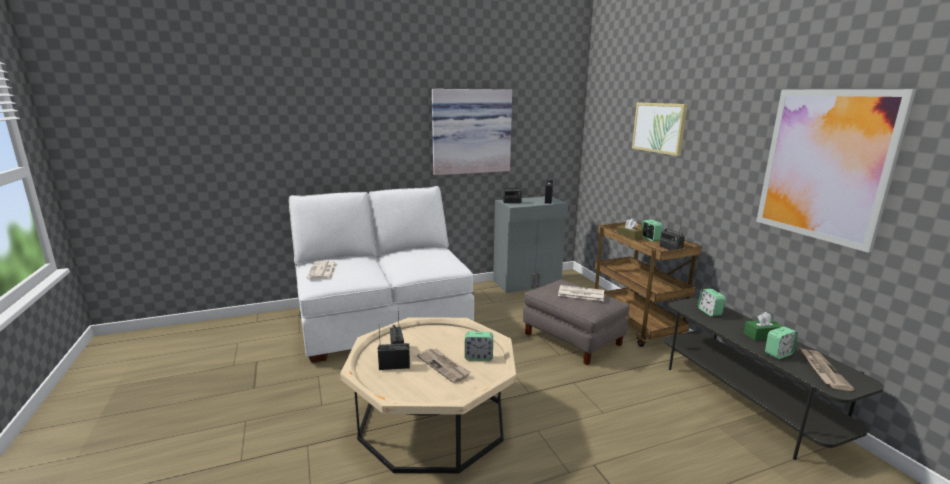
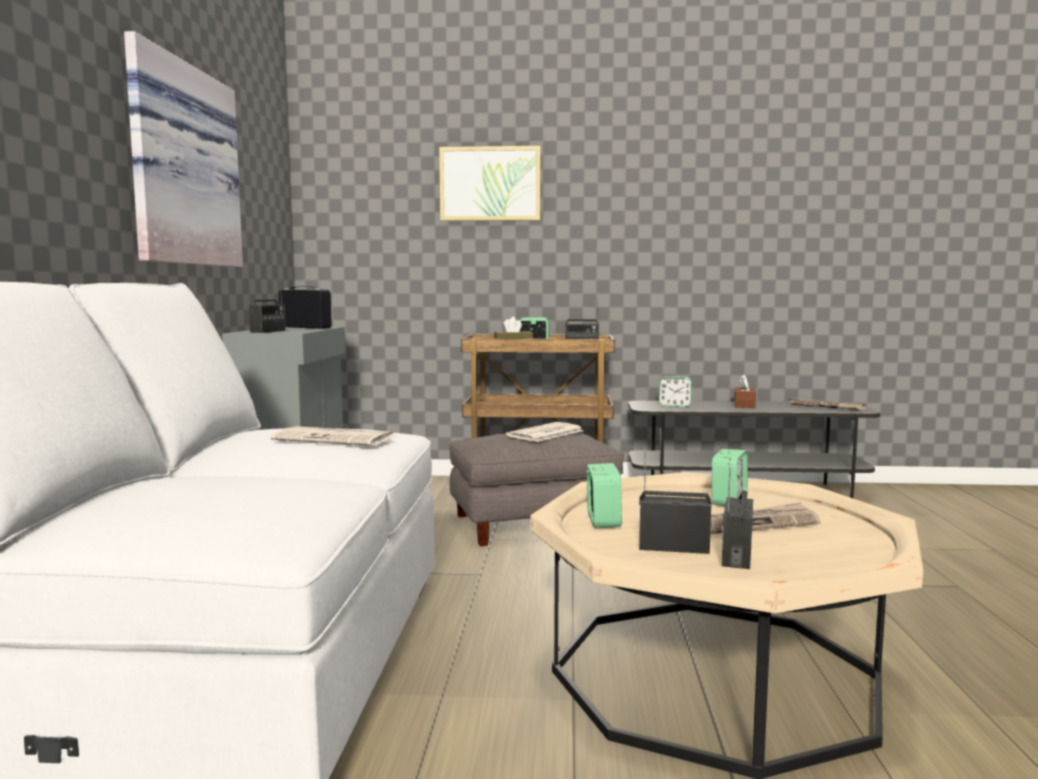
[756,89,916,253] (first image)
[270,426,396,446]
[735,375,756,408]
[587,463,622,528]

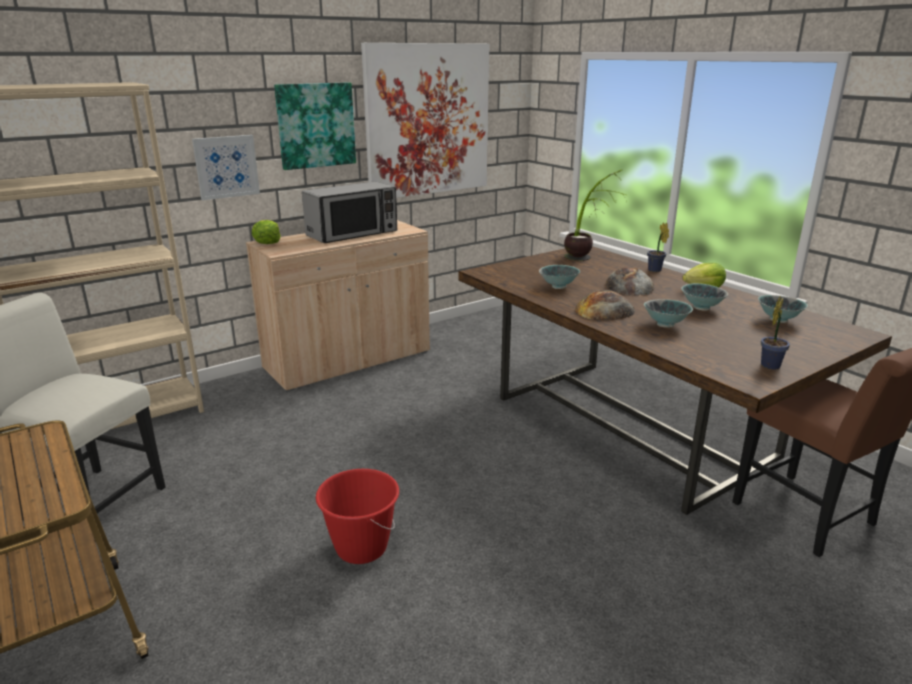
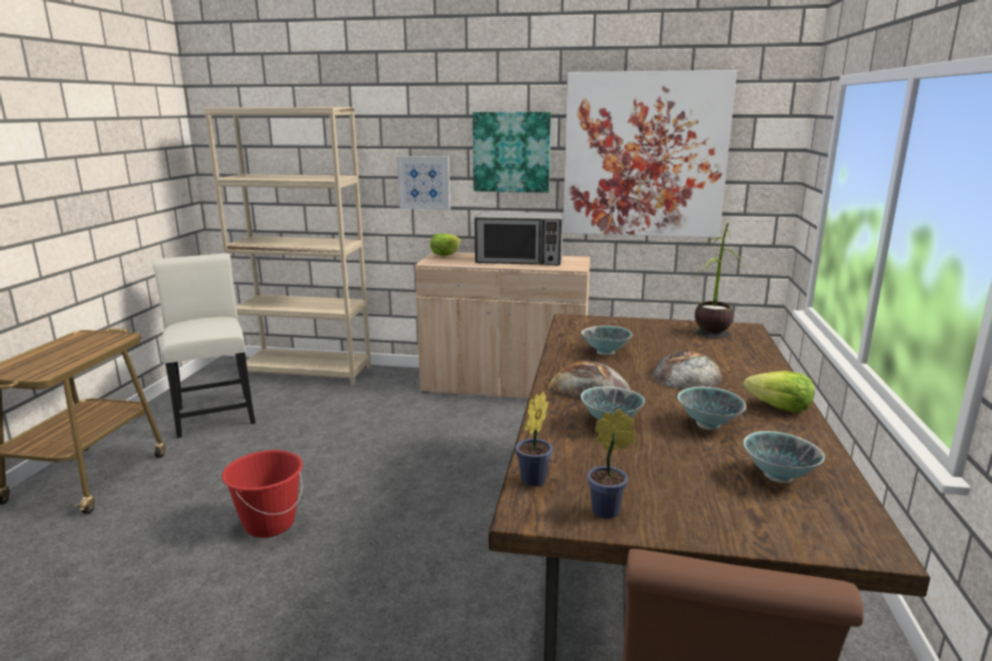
[515,392,553,486]

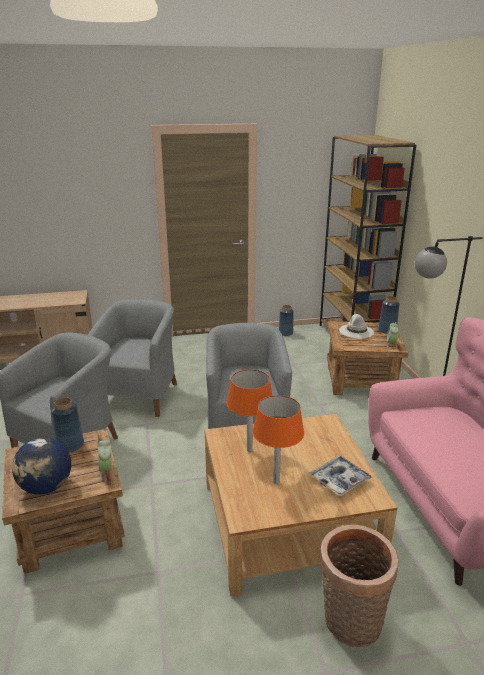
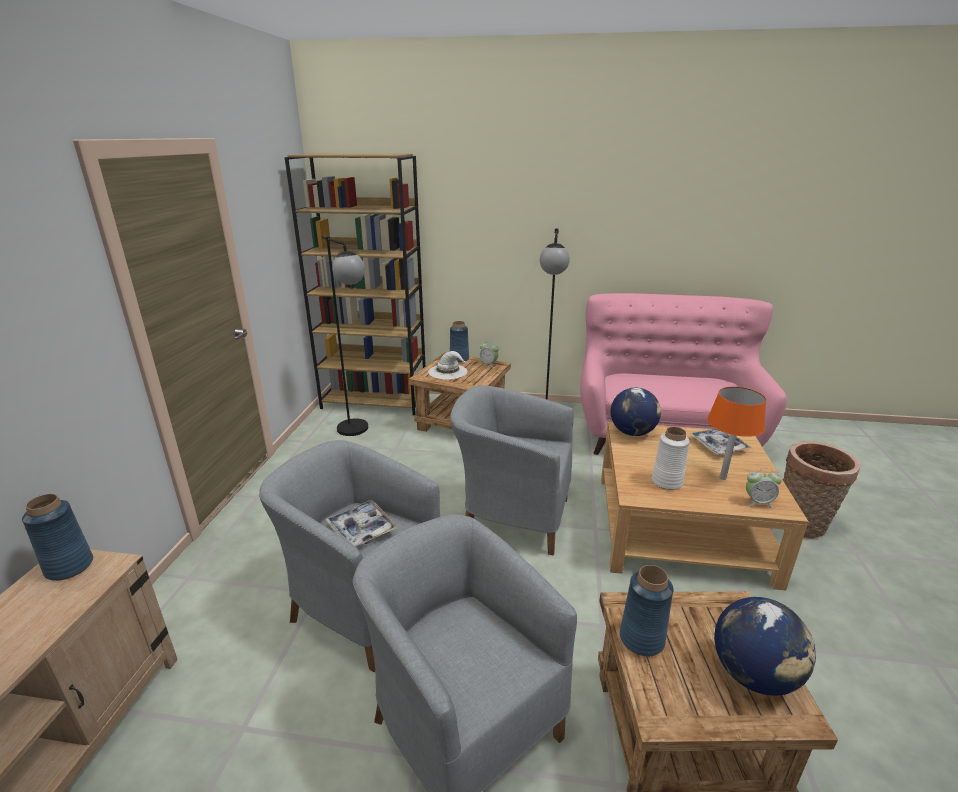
[22,494,93,581]
[652,427,690,490]
[746,468,782,508]
[321,236,368,436]
[611,388,661,436]
[325,500,398,547]

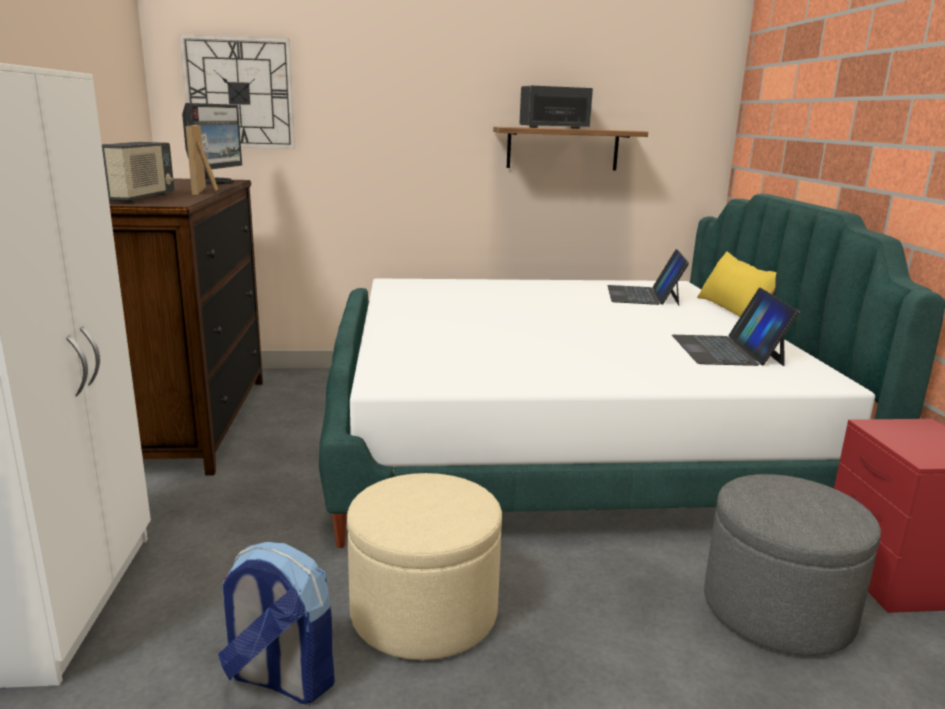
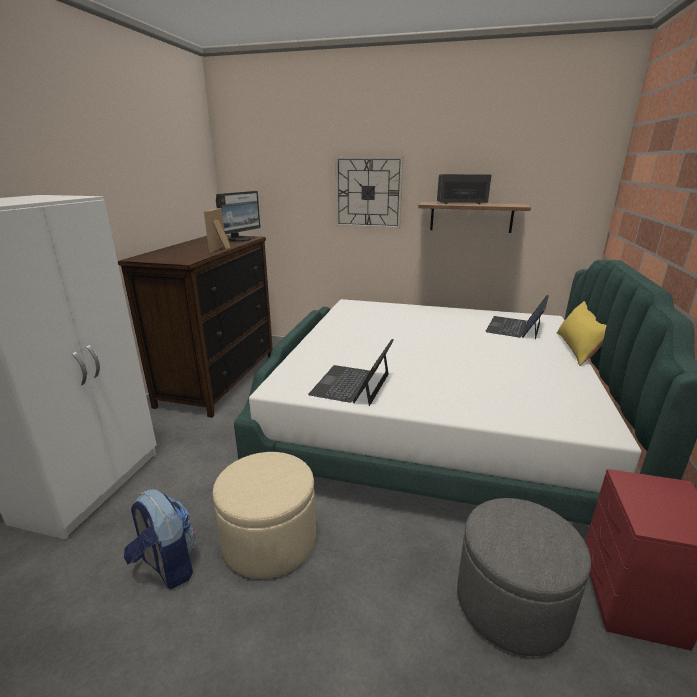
[335,156,403,229]
[102,142,174,202] (first image)
[308,339,394,406]

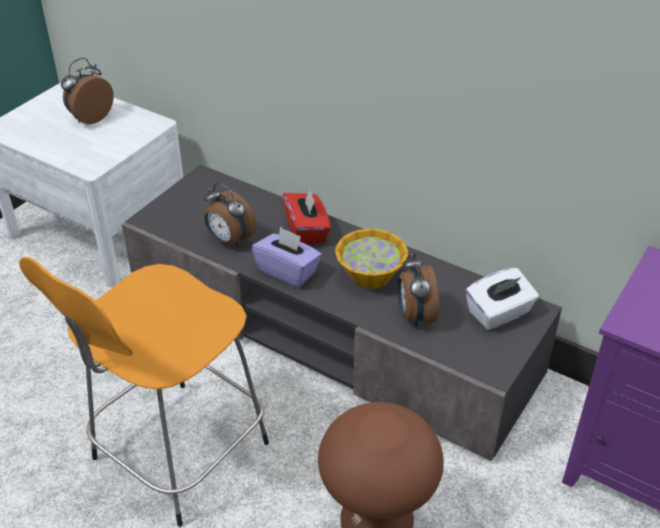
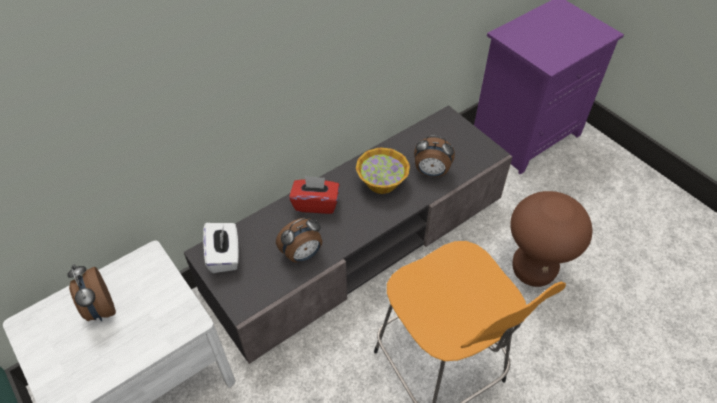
[252,227,322,287] (first image)
[203,223,239,273]

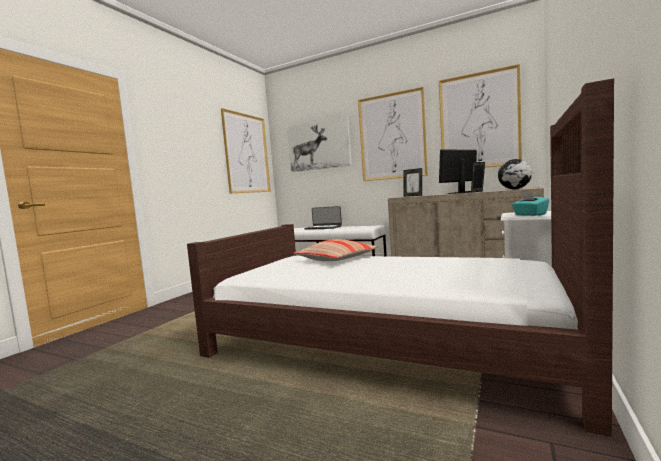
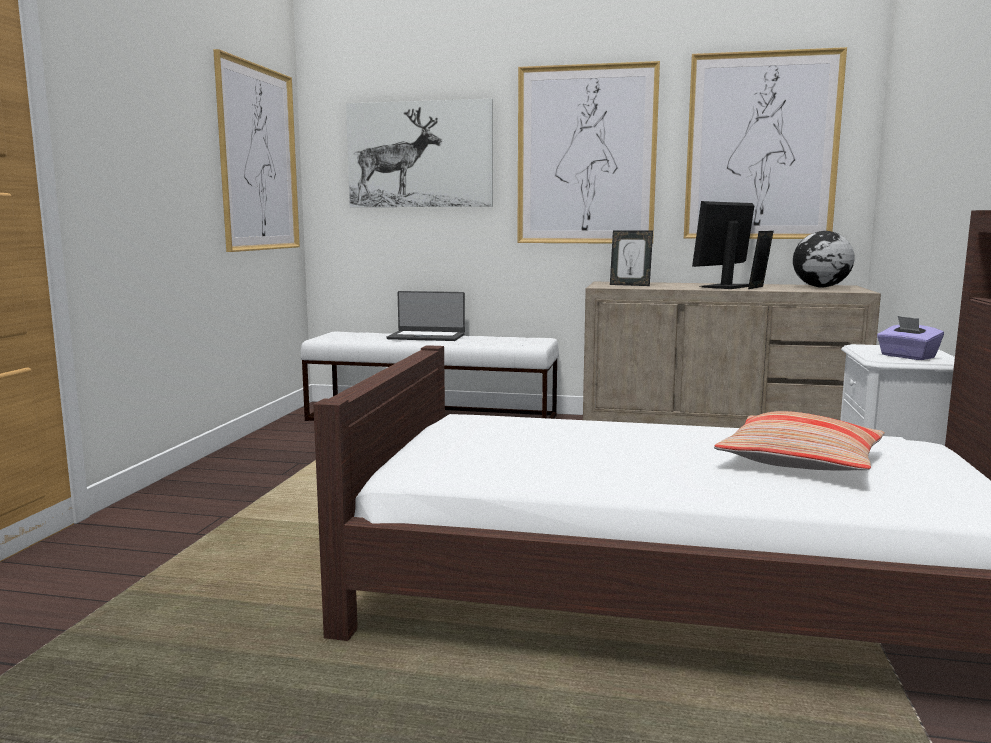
[877,316,944,360]
[714,411,885,471]

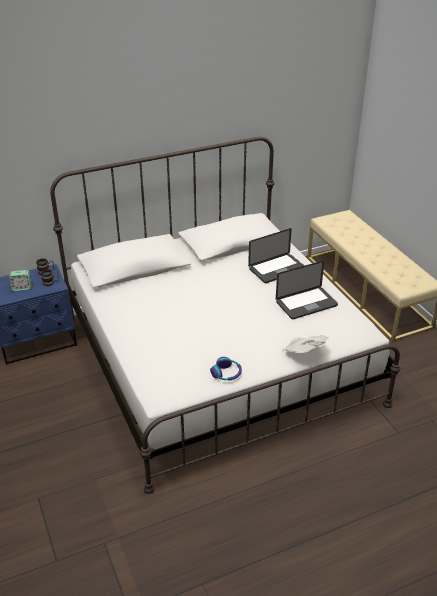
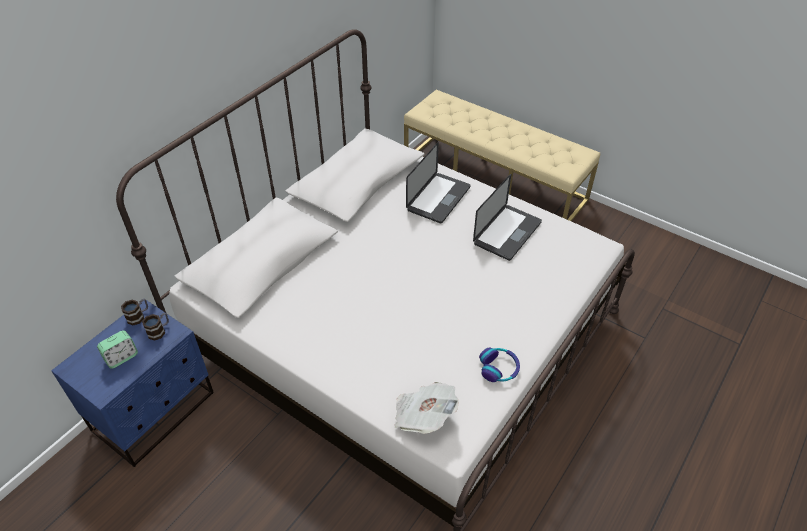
[394,382,459,434]

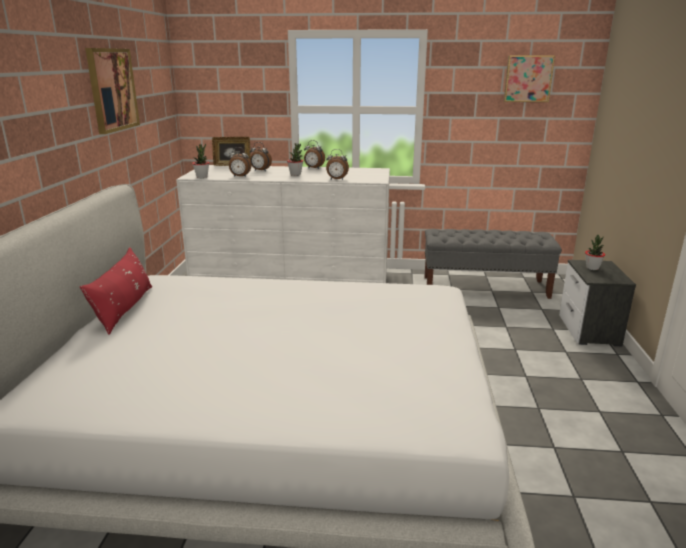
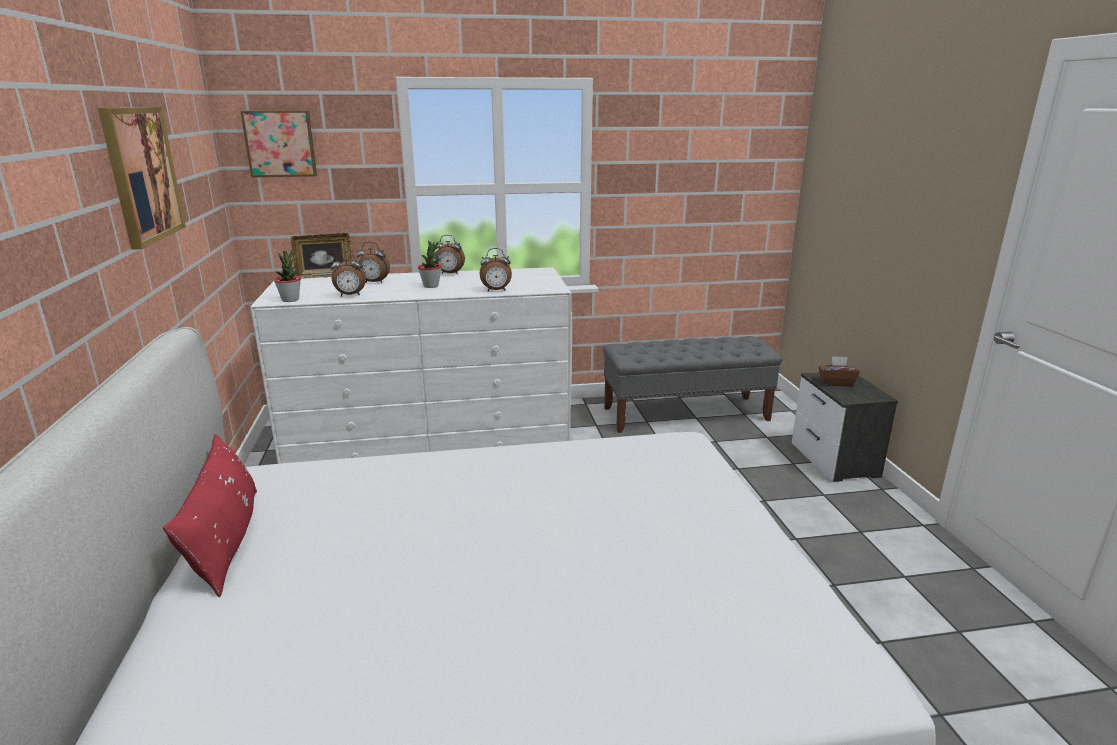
[240,110,317,177]
[819,356,860,387]

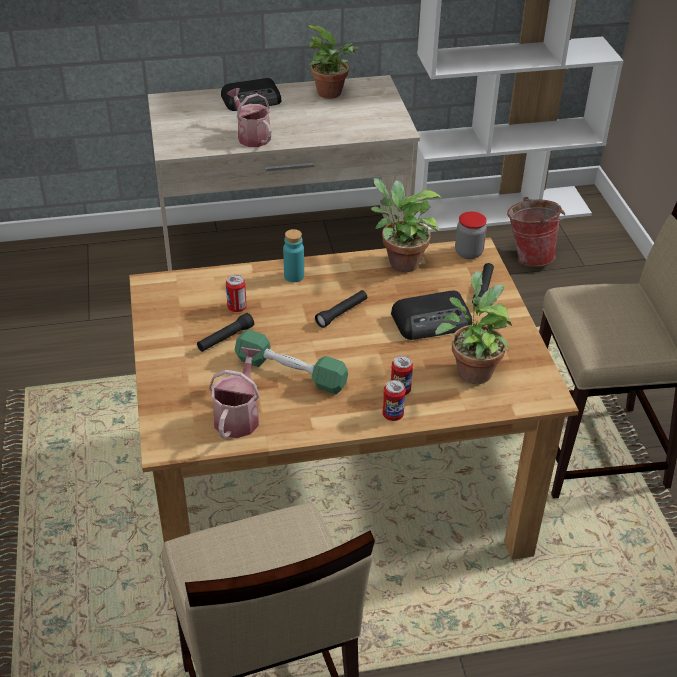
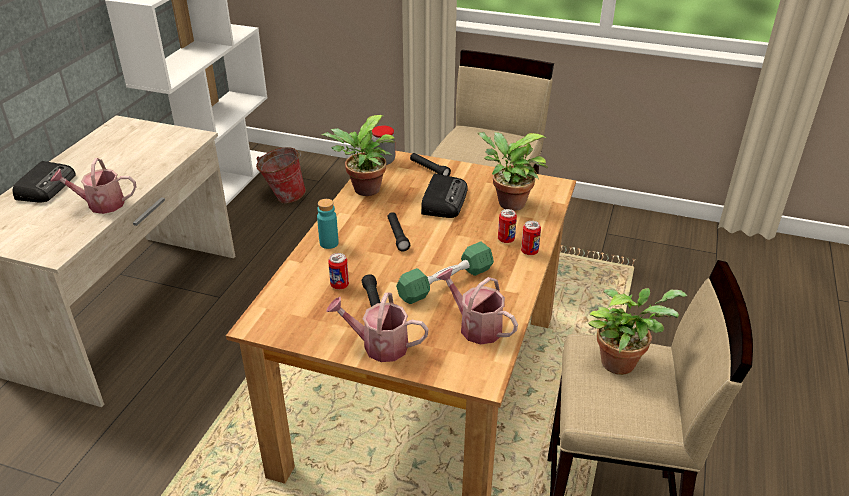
[588,288,687,375]
[326,293,429,362]

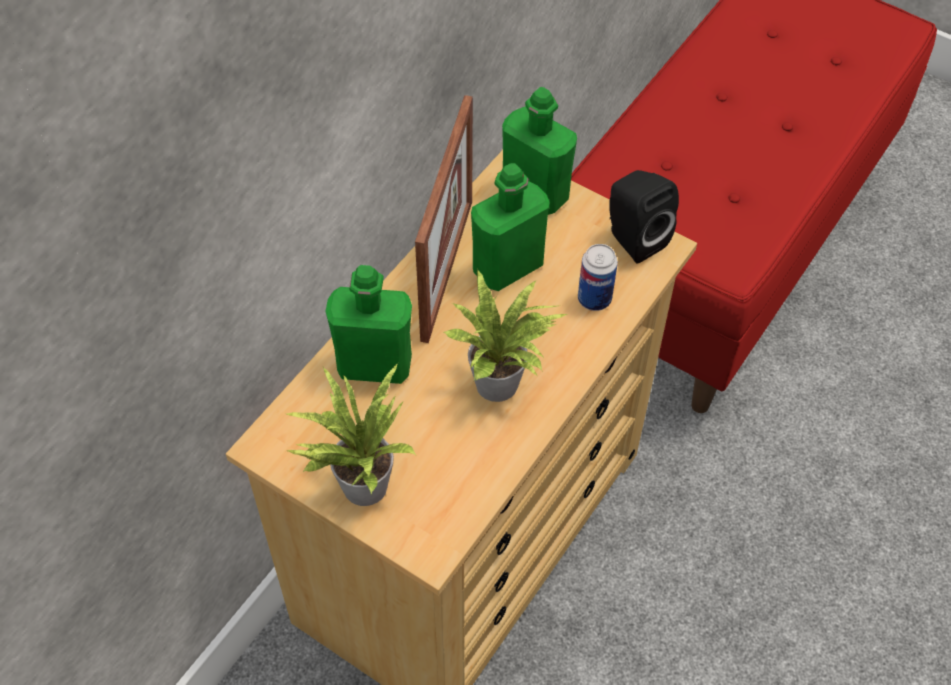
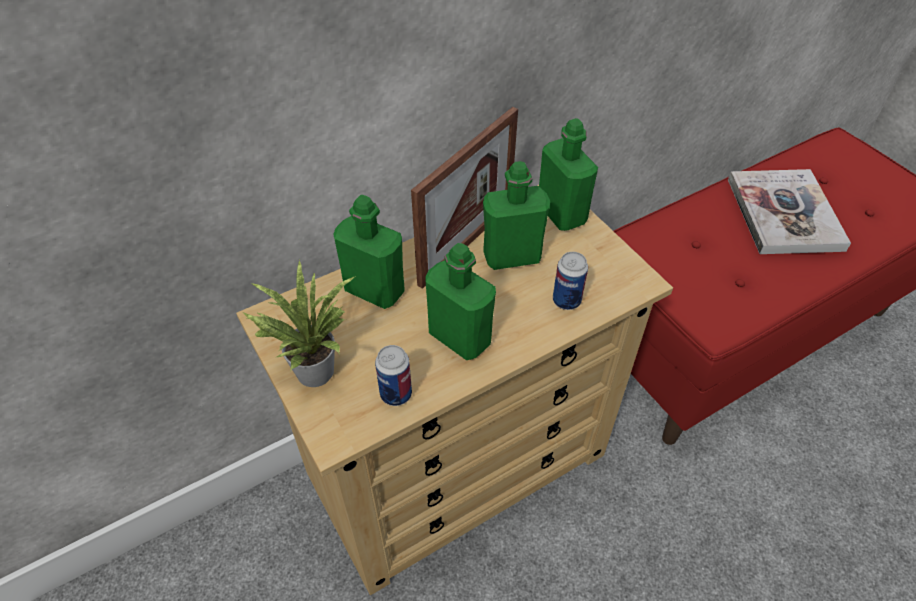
[609,170,679,264] (first image)
[425,243,496,360]
[728,169,851,254]
[375,345,412,406]

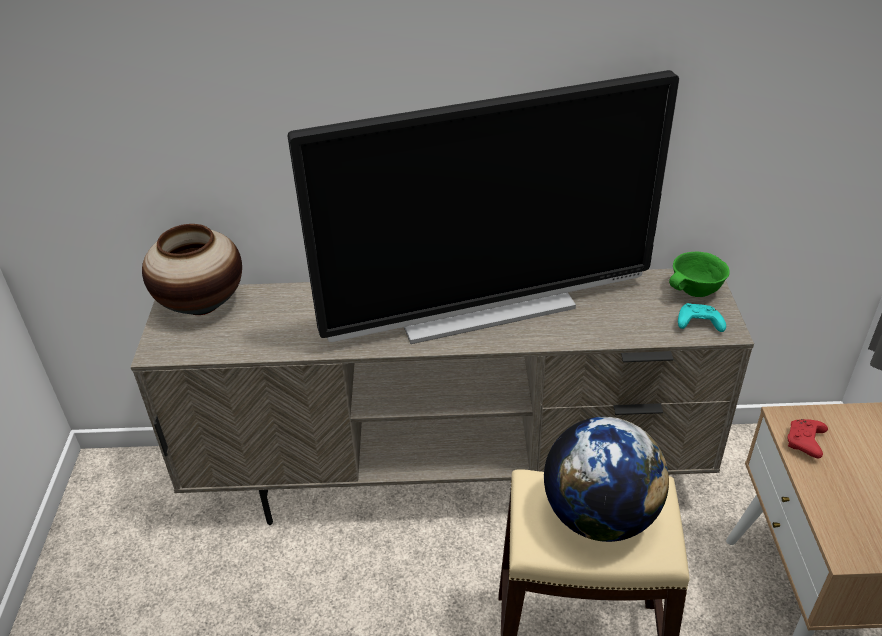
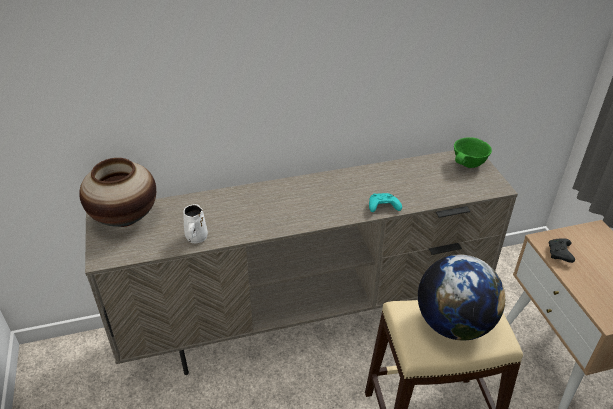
[287,70,679,344] (first image)
[369,193,402,212]
[549,238,575,263]
[183,204,208,243]

